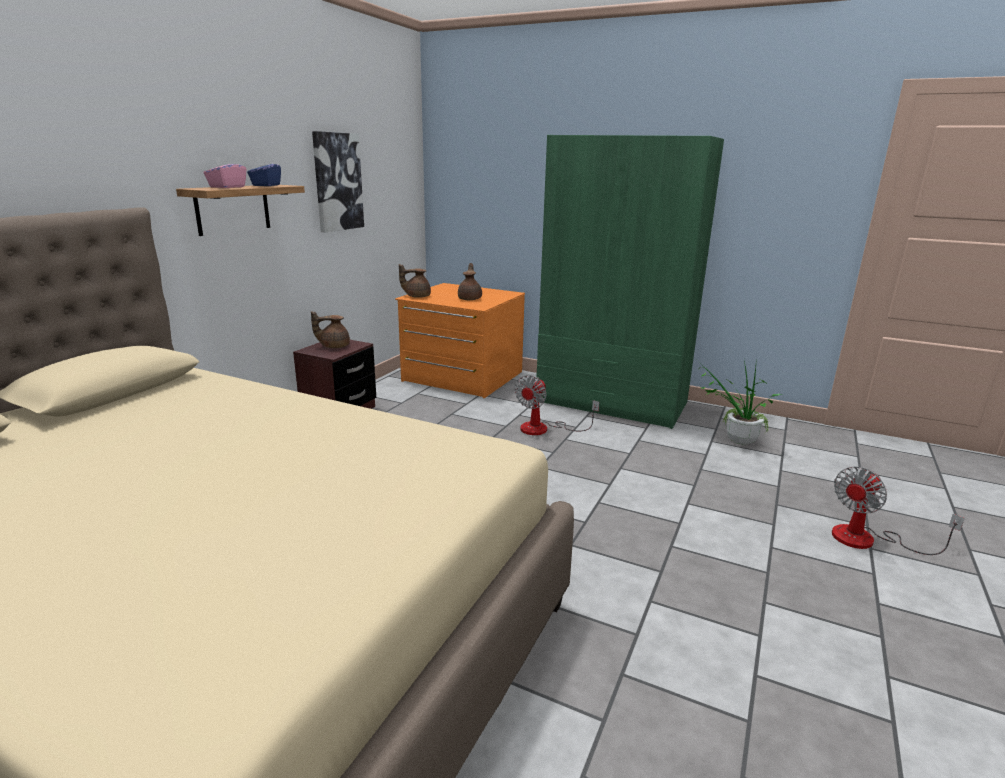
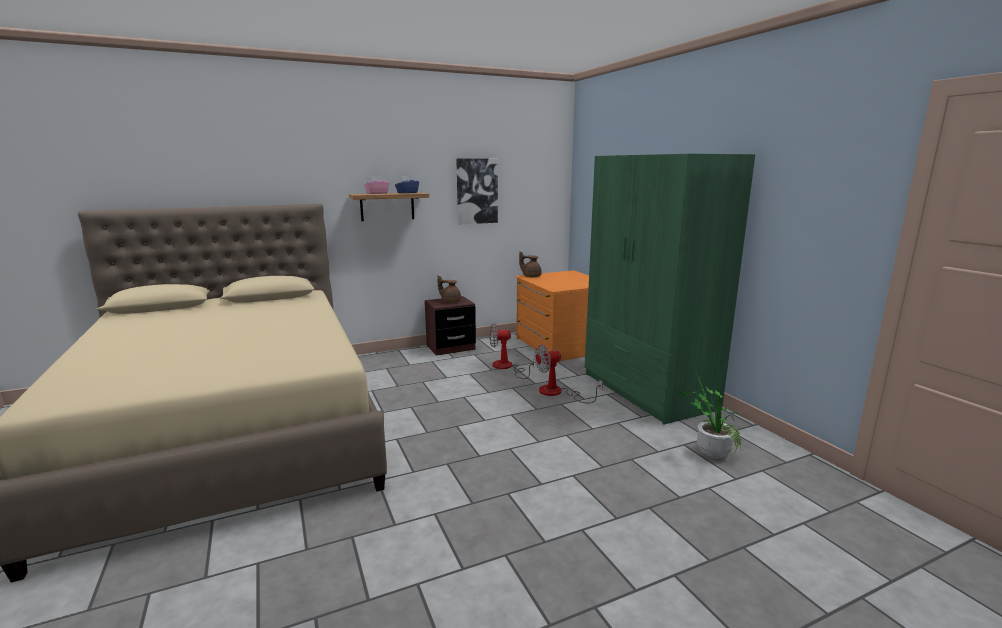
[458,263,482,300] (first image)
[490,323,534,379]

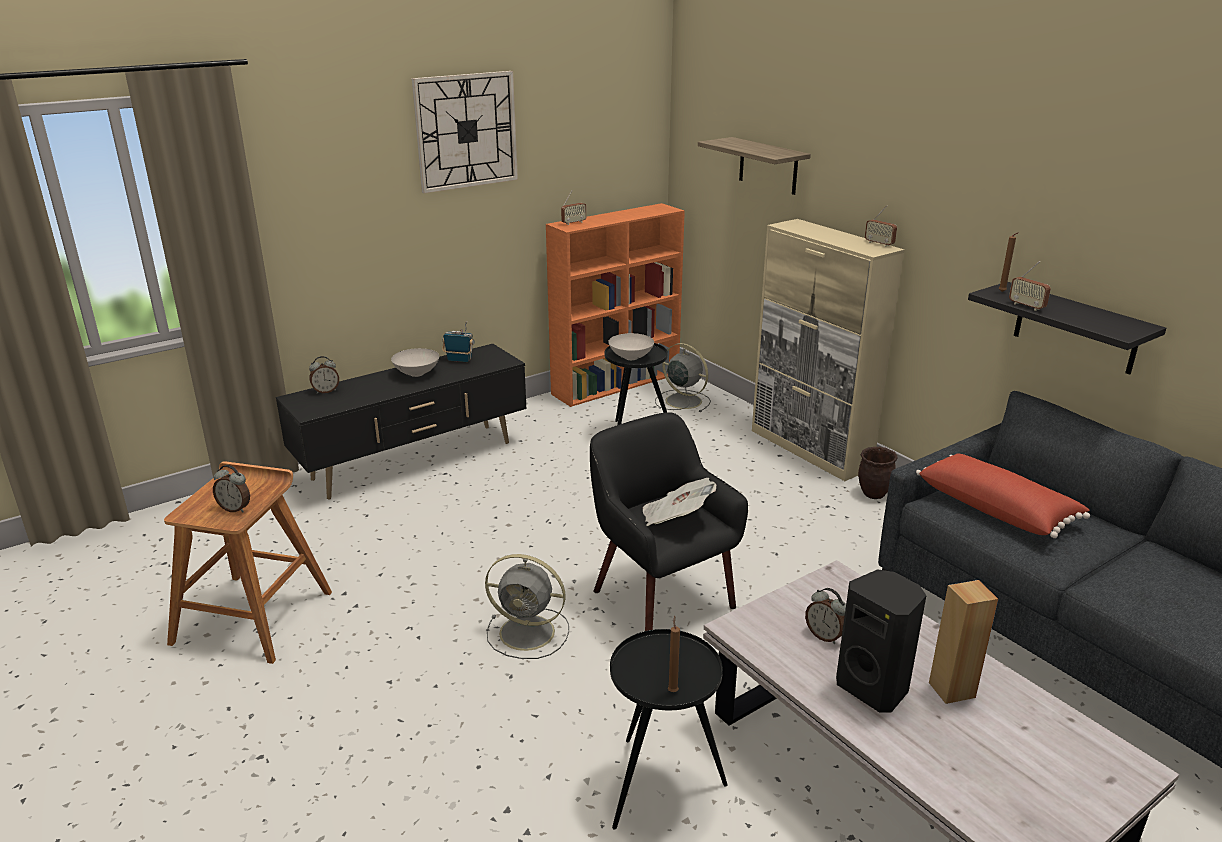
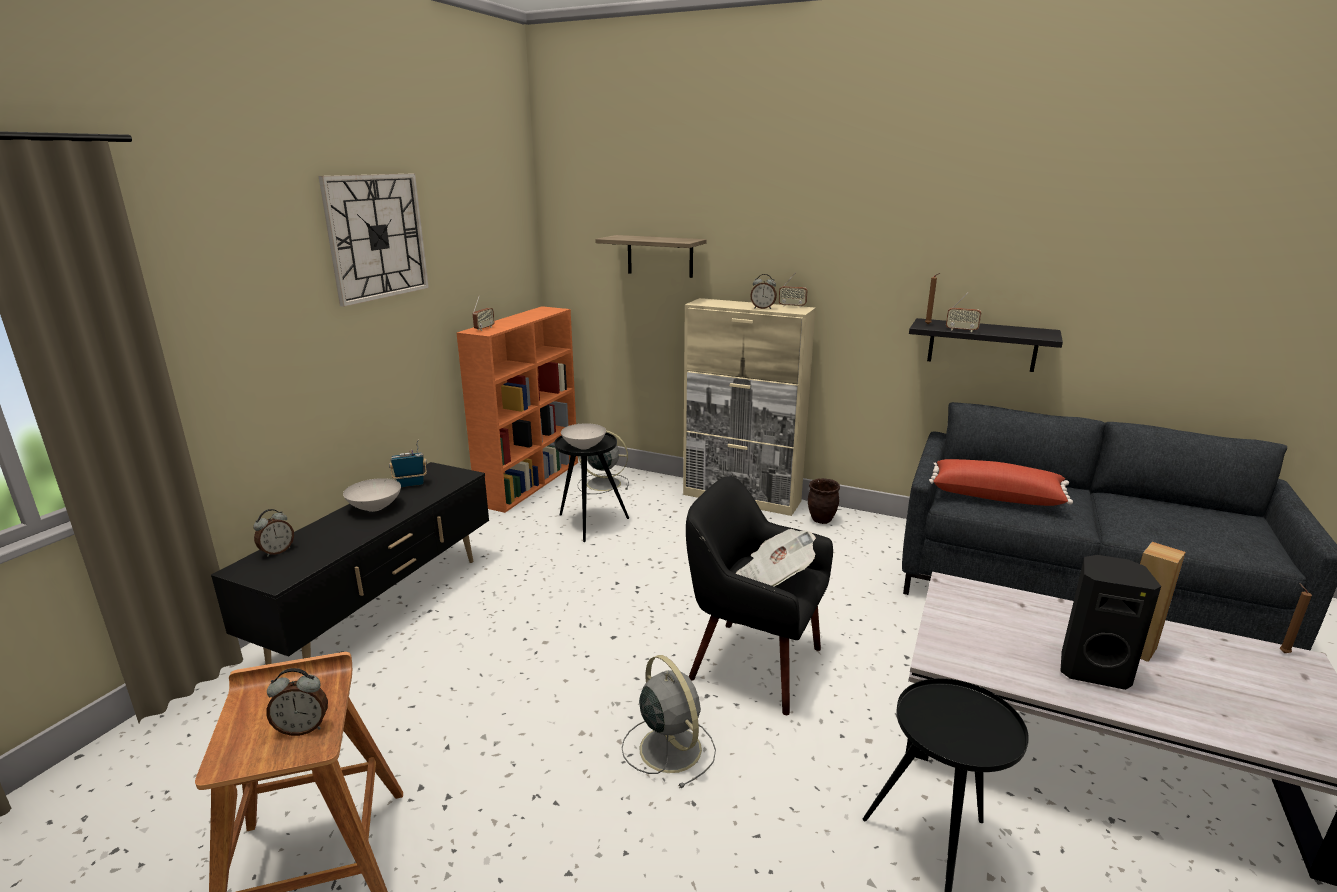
[622,655,716,788]
[750,274,777,309]
[1280,583,1312,653]

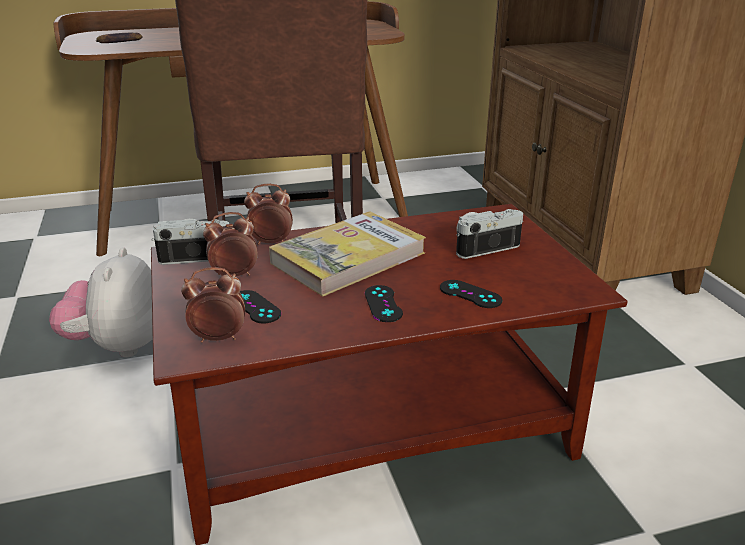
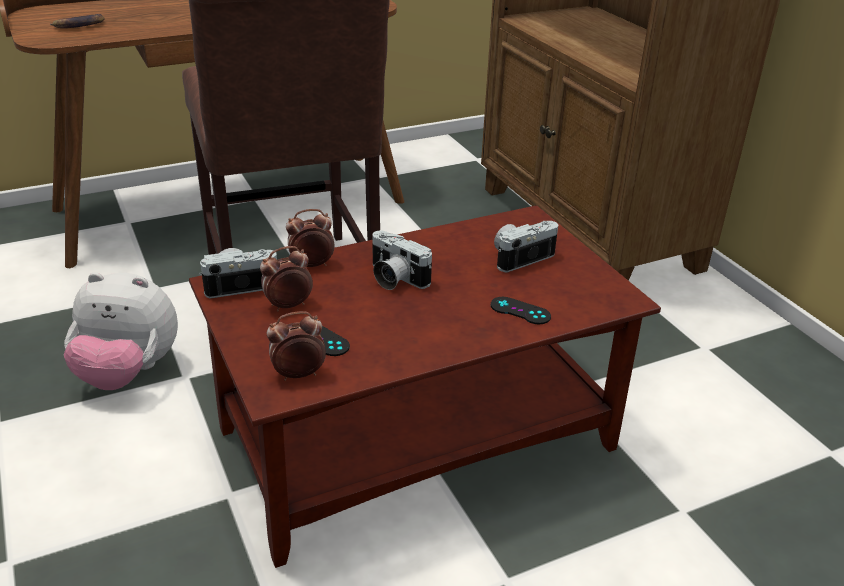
[372,231,432,290]
[64,272,178,390]
[365,285,403,322] (first image)

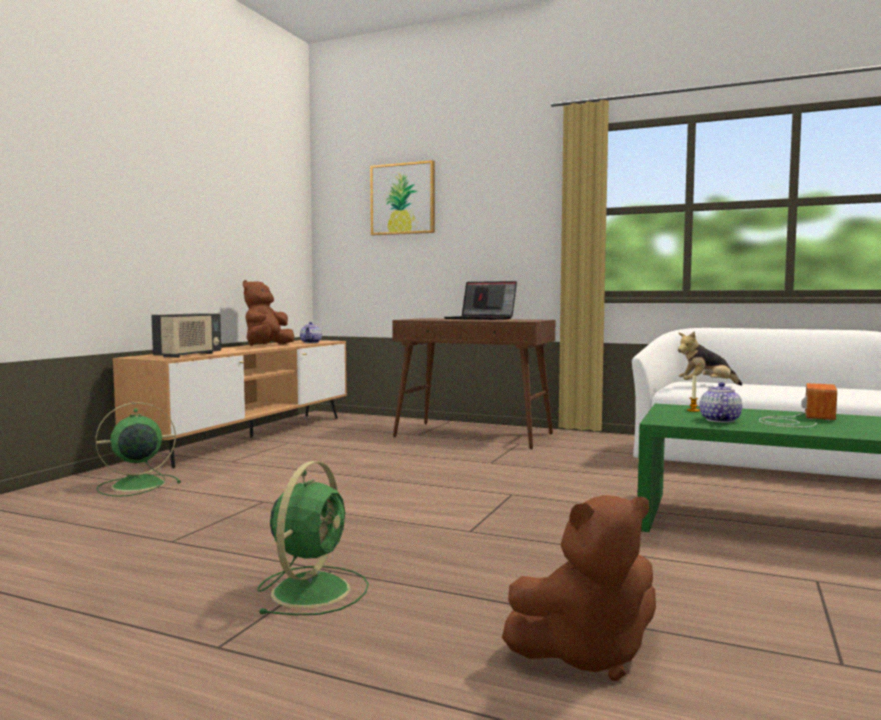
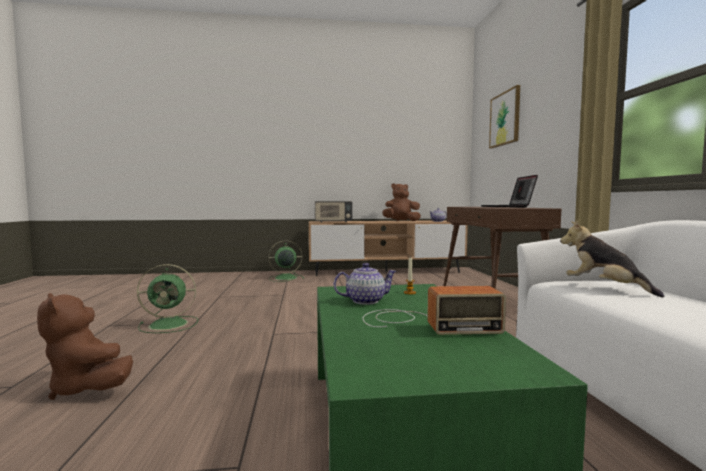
[269,241,304,282]

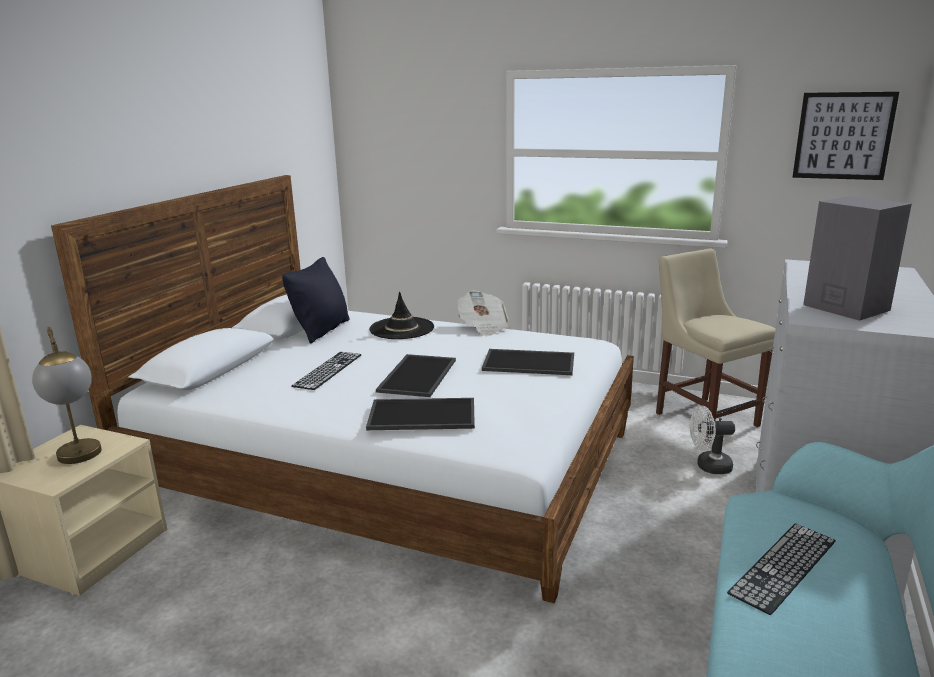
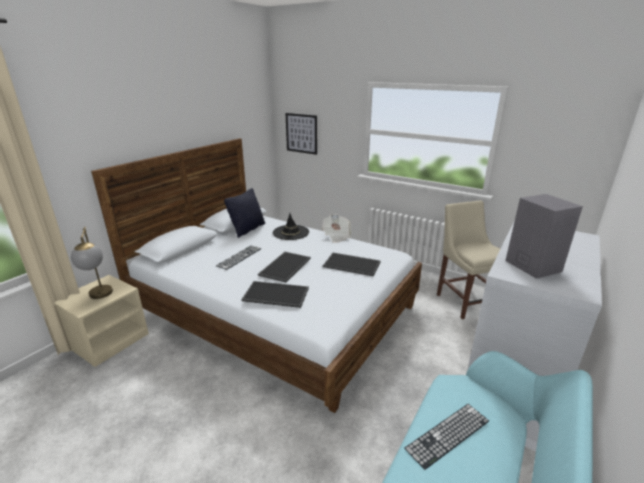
[286,113,317,155]
[690,406,735,474] (first image)

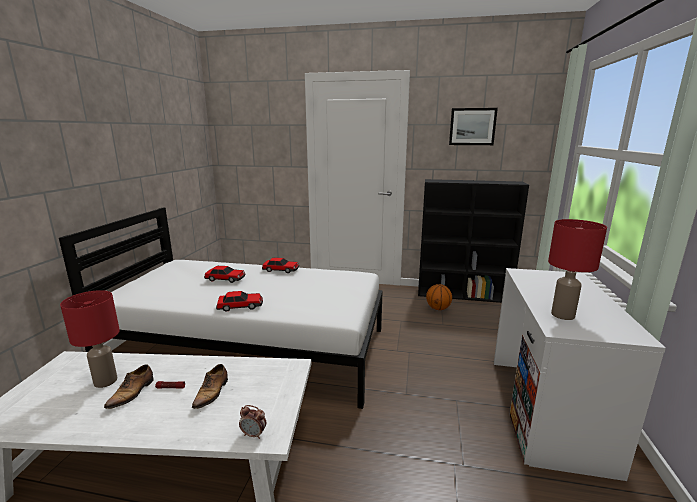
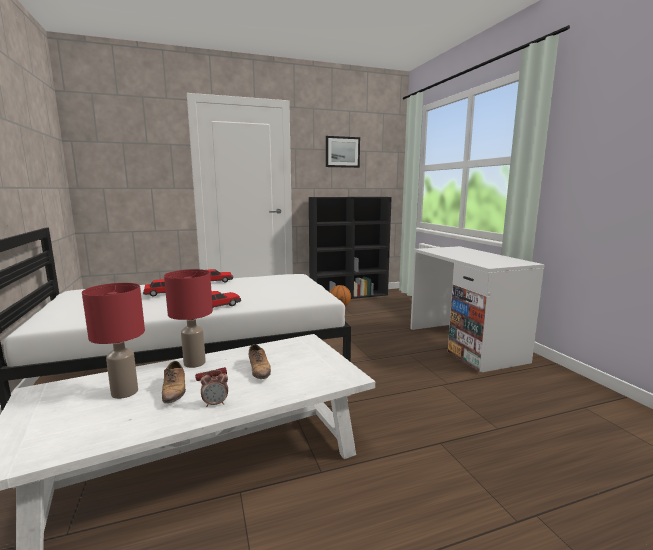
[164,269,213,368]
[201,370,228,407]

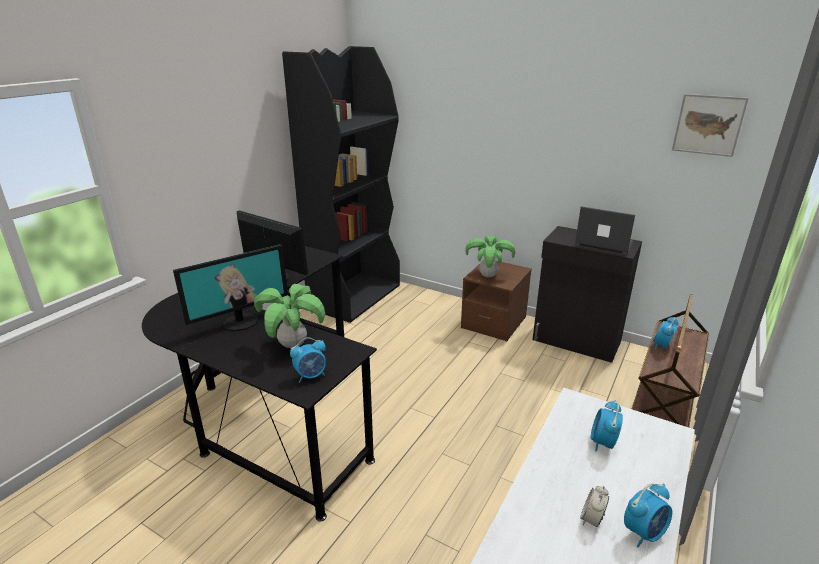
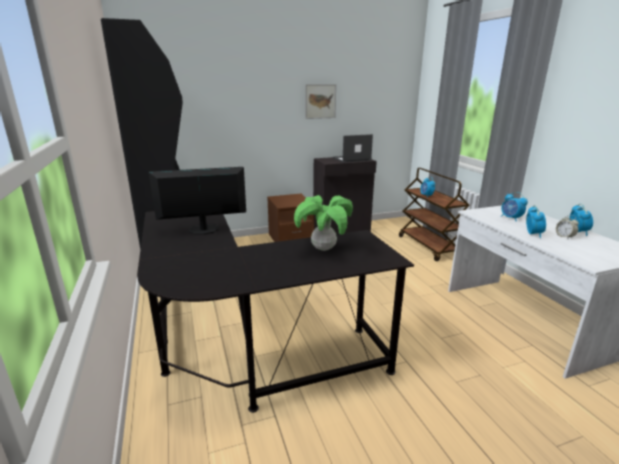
[305,84,336,119]
[465,236,515,277] (first image)
[173,244,288,331] (first image)
[526,205,546,238]

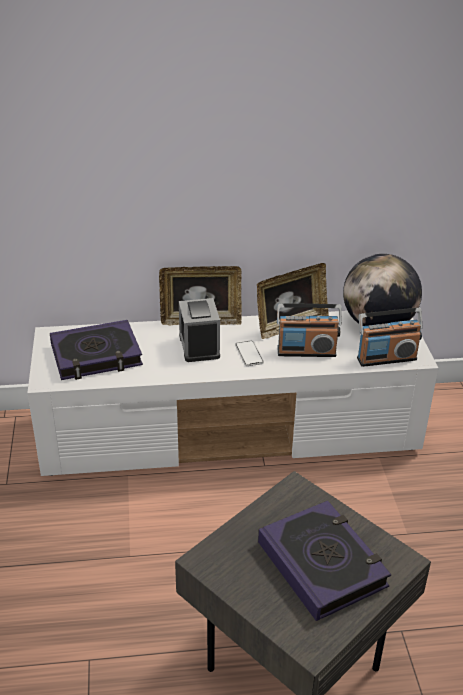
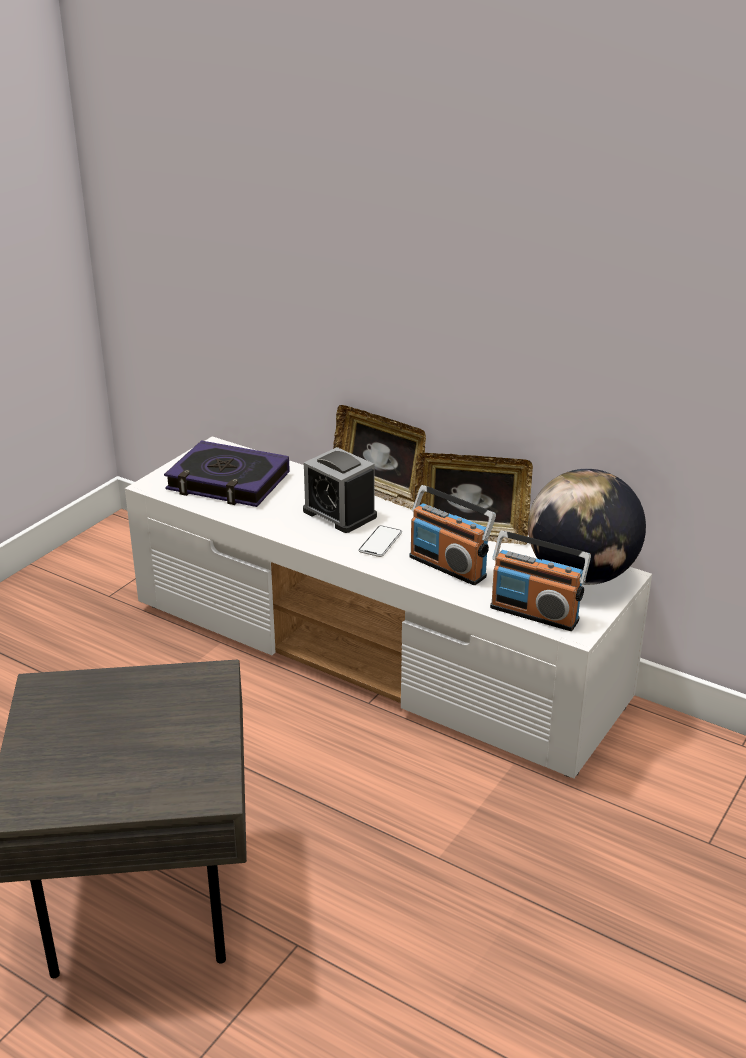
[303,447,377,533]
[258,501,391,621] (first image)

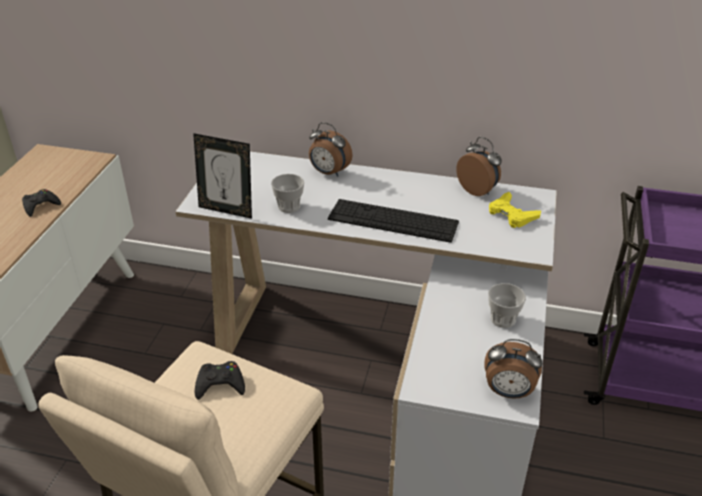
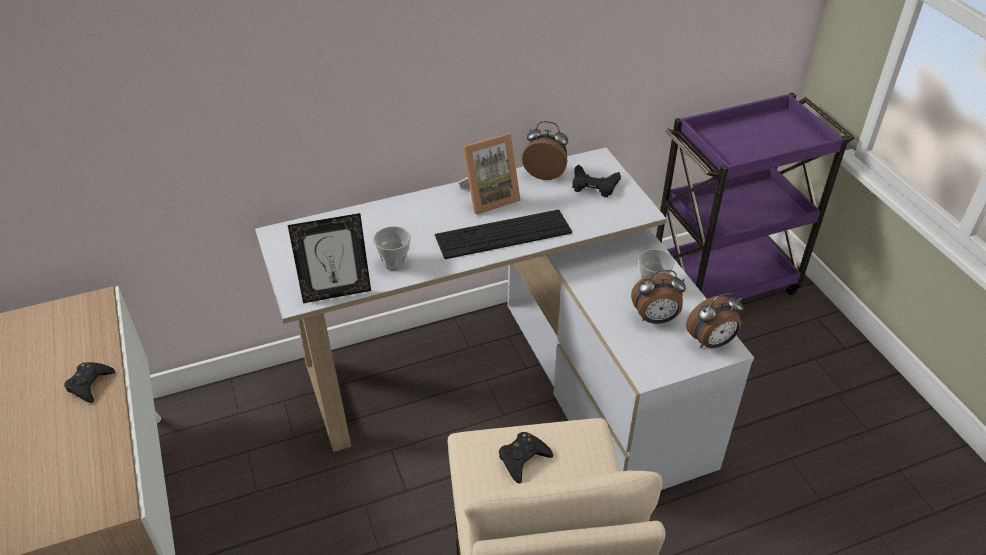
[631,270,686,324]
[572,165,621,197]
[458,133,521,215]

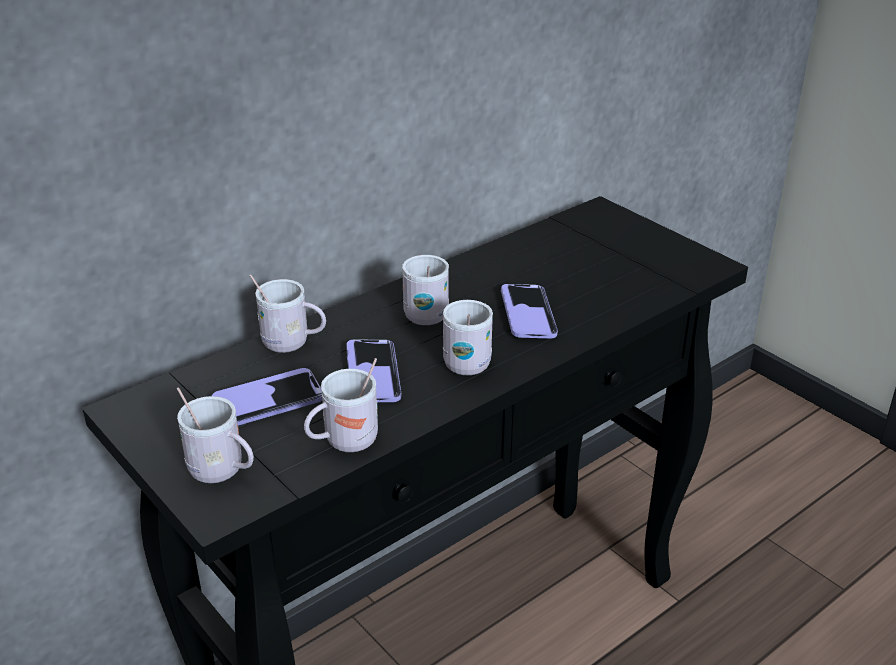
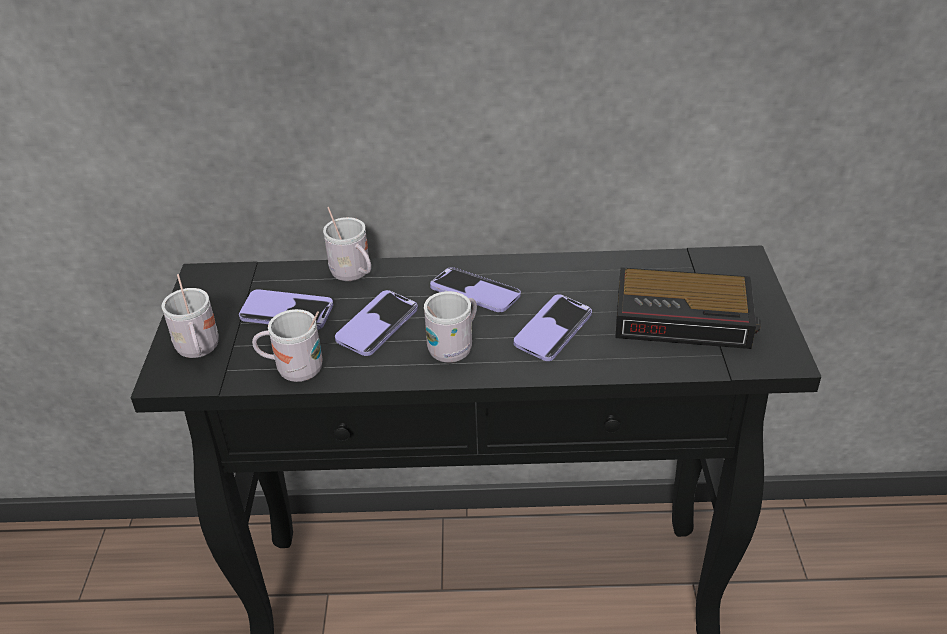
[430,267,521,312]
[615,267,761,349]

